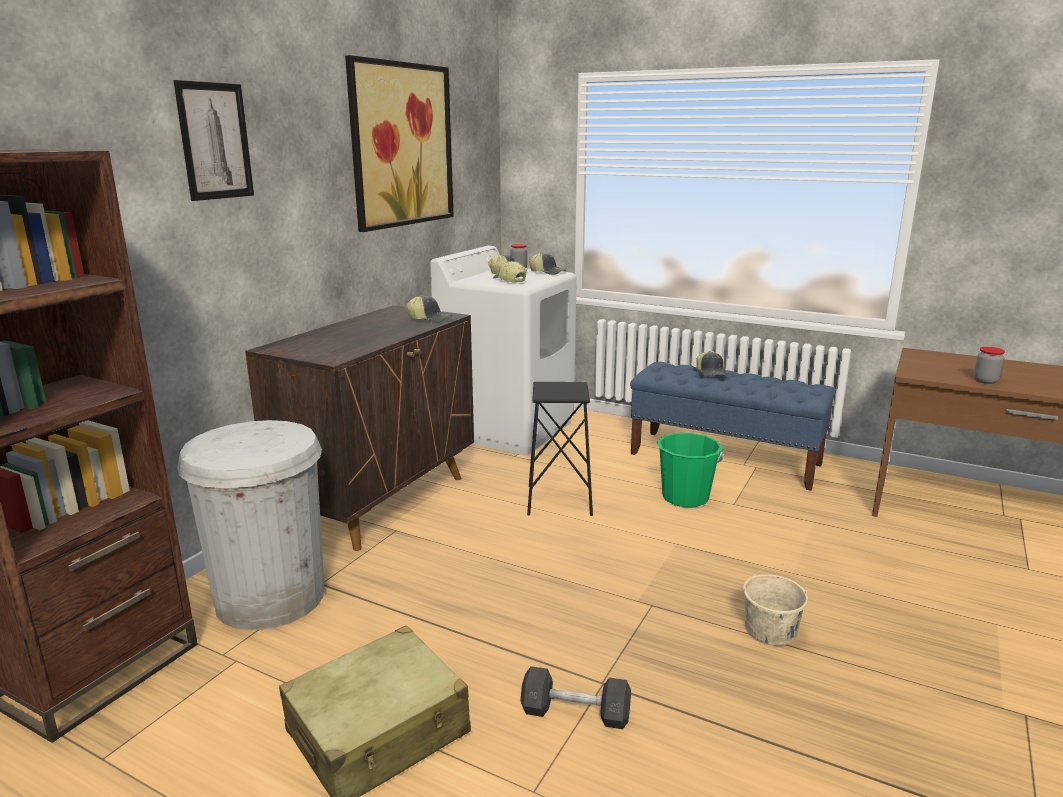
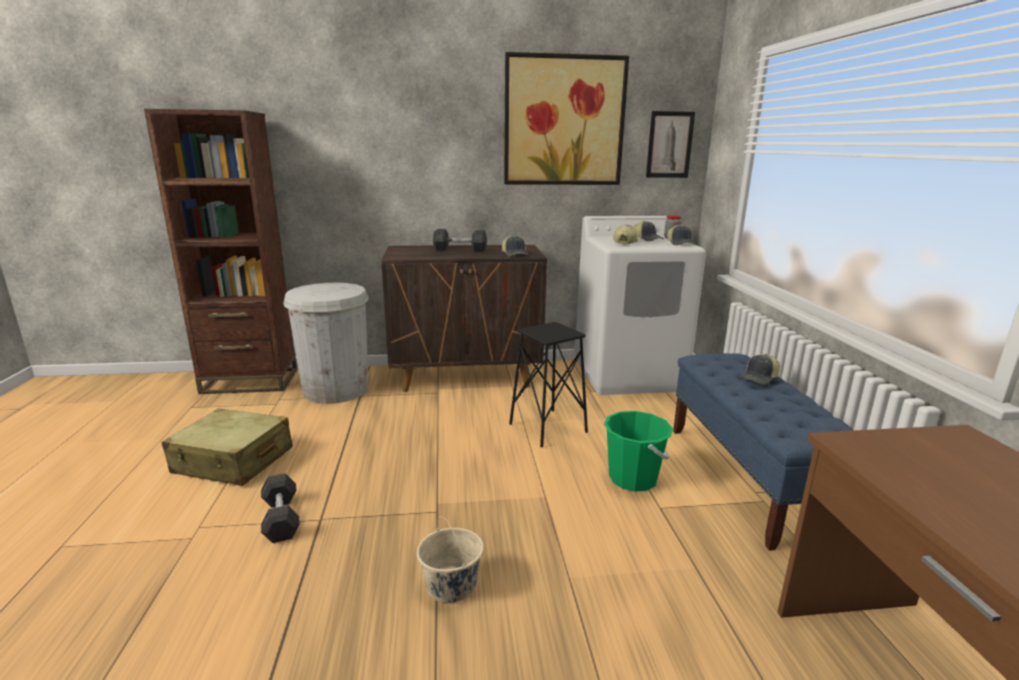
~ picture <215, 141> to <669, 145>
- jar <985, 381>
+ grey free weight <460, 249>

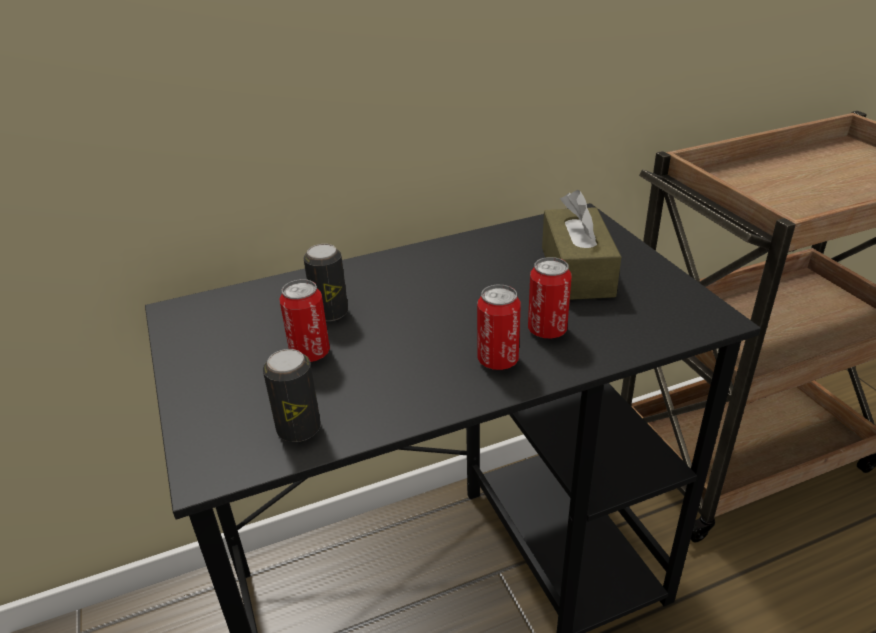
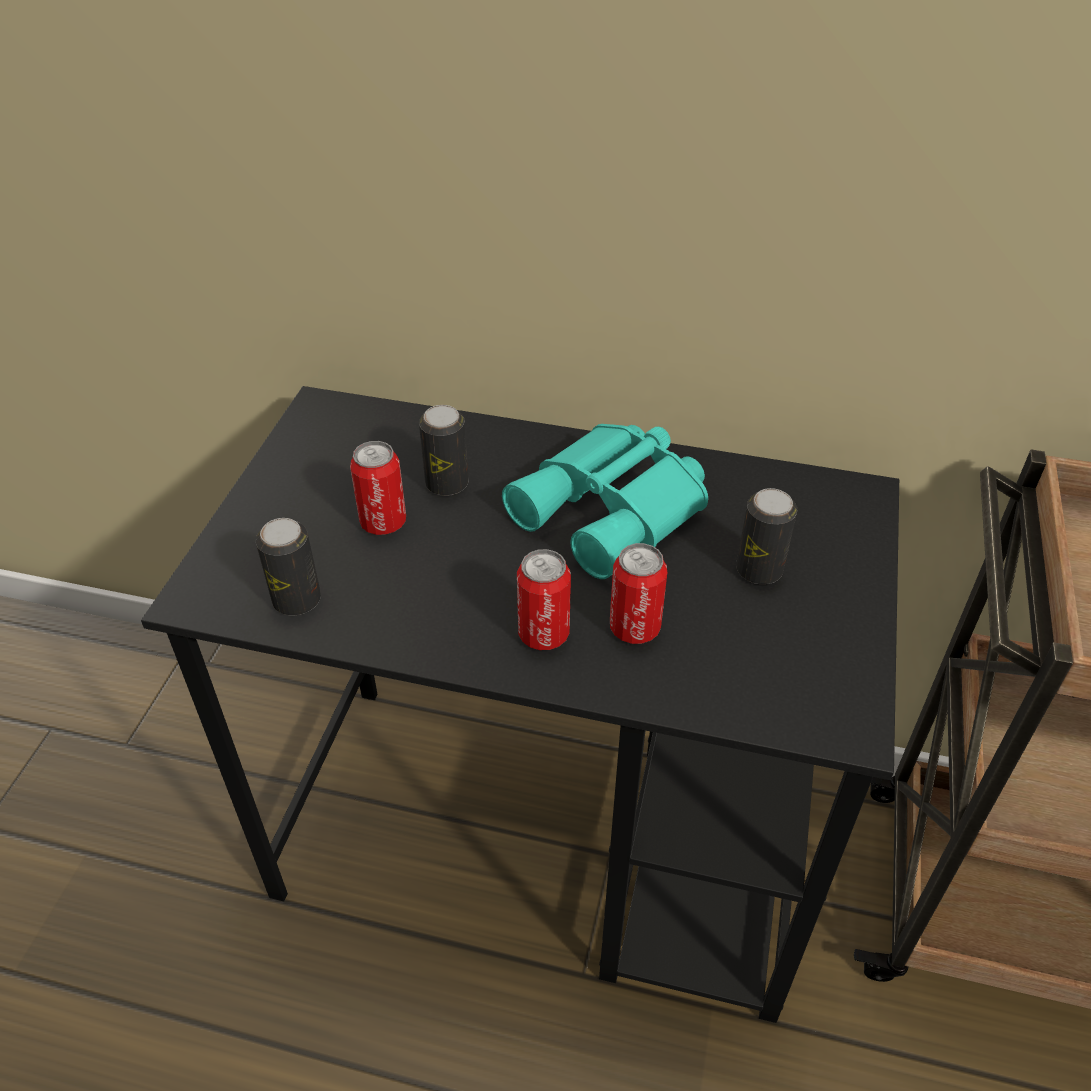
~ brownish tissue holder <577, 271> to sealed can <759, 570>
+ blue-green pair of binoculars <615, 510>

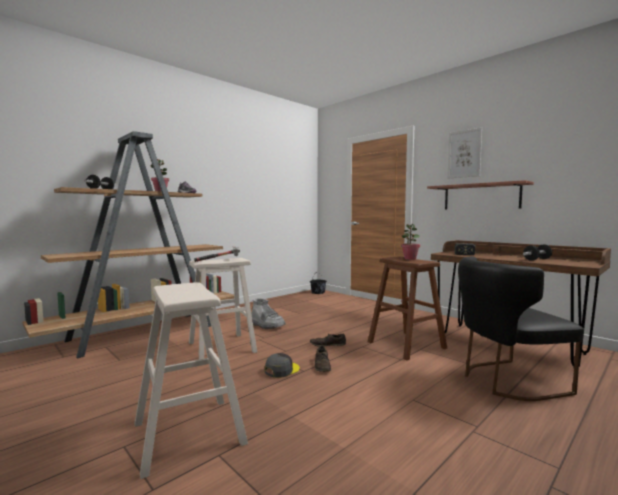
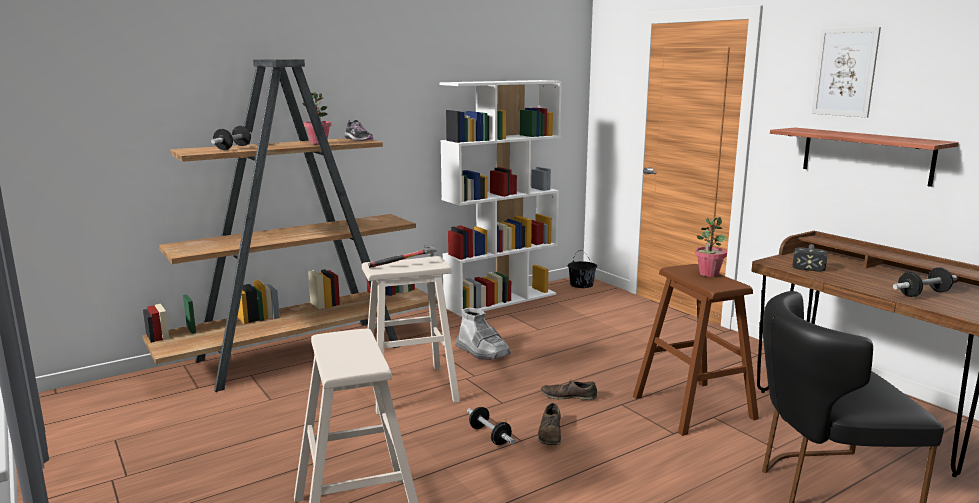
~ grey baseball cap <281, 370> to free weight <490, 436>
+ whitish shelving unit <501, 300>

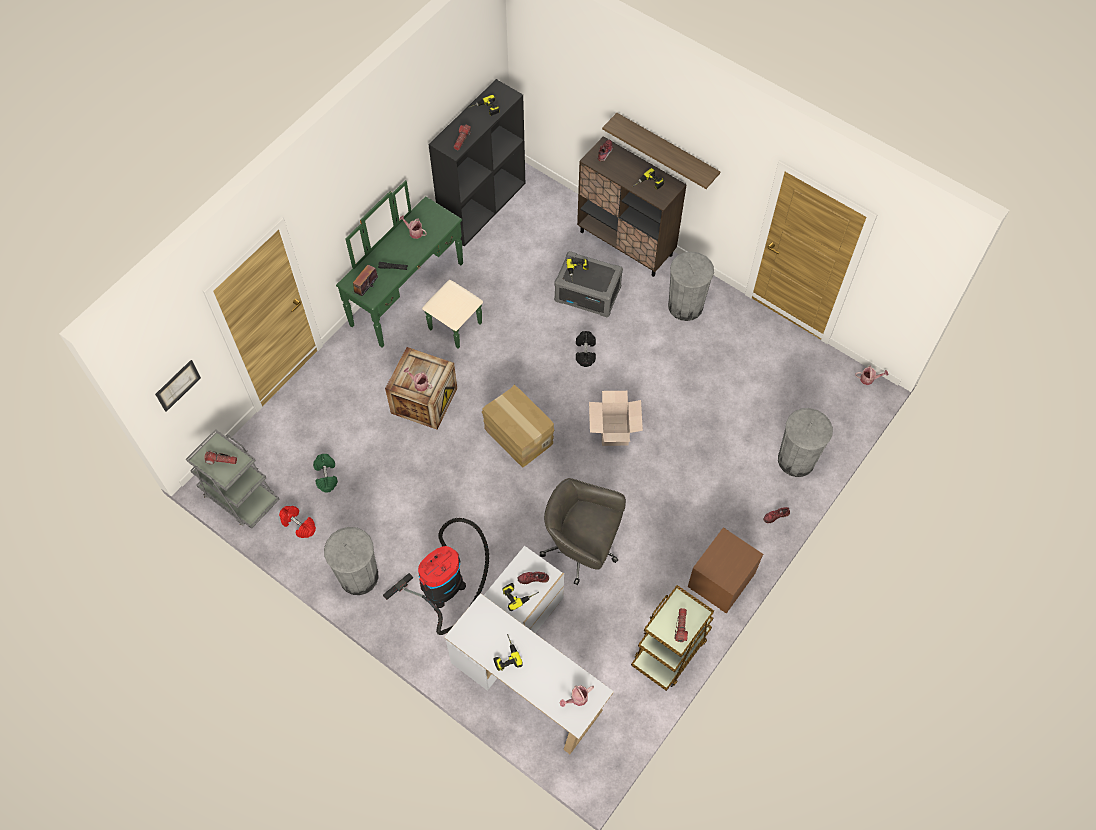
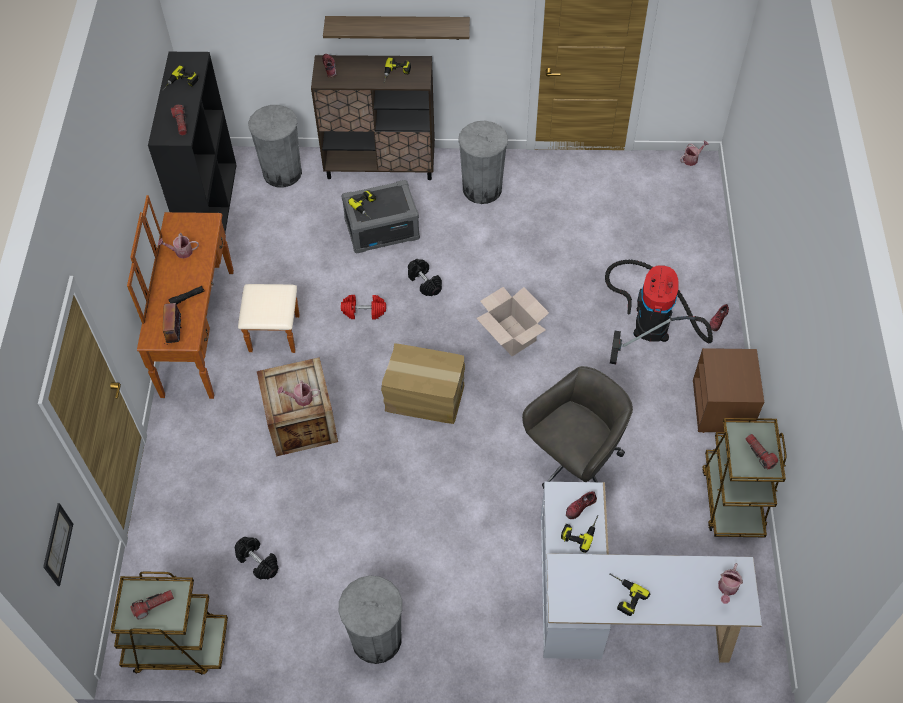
~ grey cart <240, 496> to brownish cart <176, 645>
~ reddish free weight <298, 525> to <364, 312>
~ green free weight <326, 476> to black-coloured free weight <258, 561>
~ green chest of drawers <418, 301> to brownish chest of drawers <216, 331>
~ vacuum <446, 582> to <651, 319>
~ grey desk chair <582, 548> = <574, 461> 150 degrees clockwise
~ grey trash can <796, 460> to <282, 172>

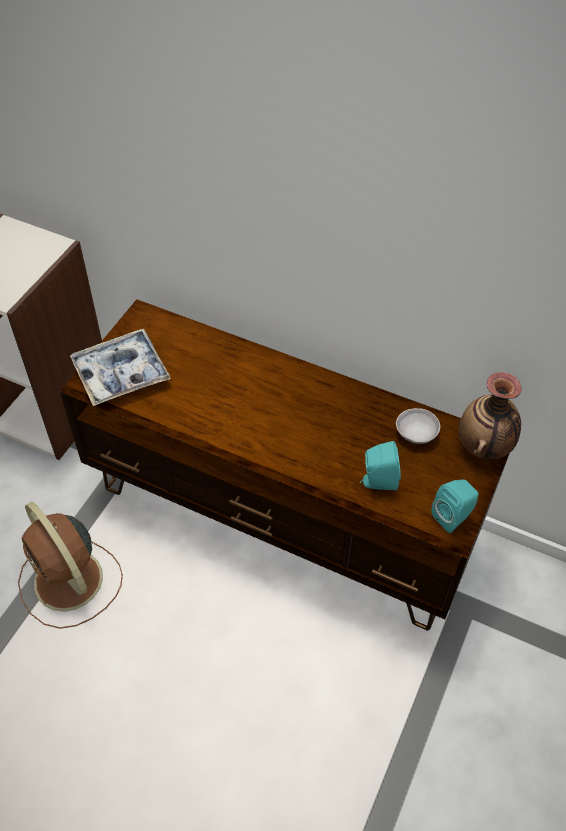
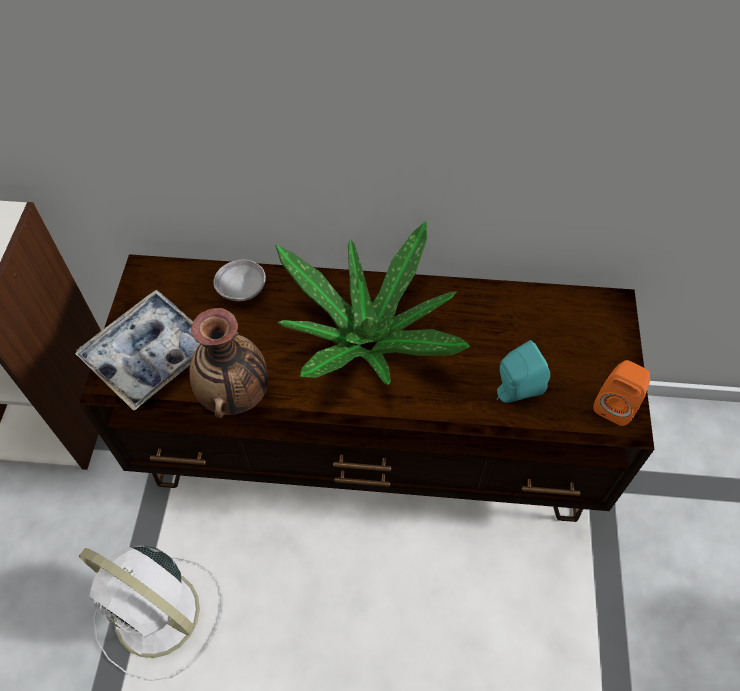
~ brownish electric fan <70, 582> to whitish electric fan <160, 615>
~ grey serving bowl <416, 434> to <242, 290>
~ blue-green audio speaker <453, 516> to orangey audio speaker <615, 404>
~ vase <484, 447> to <236, 395>
+ potted plant <368, 338>

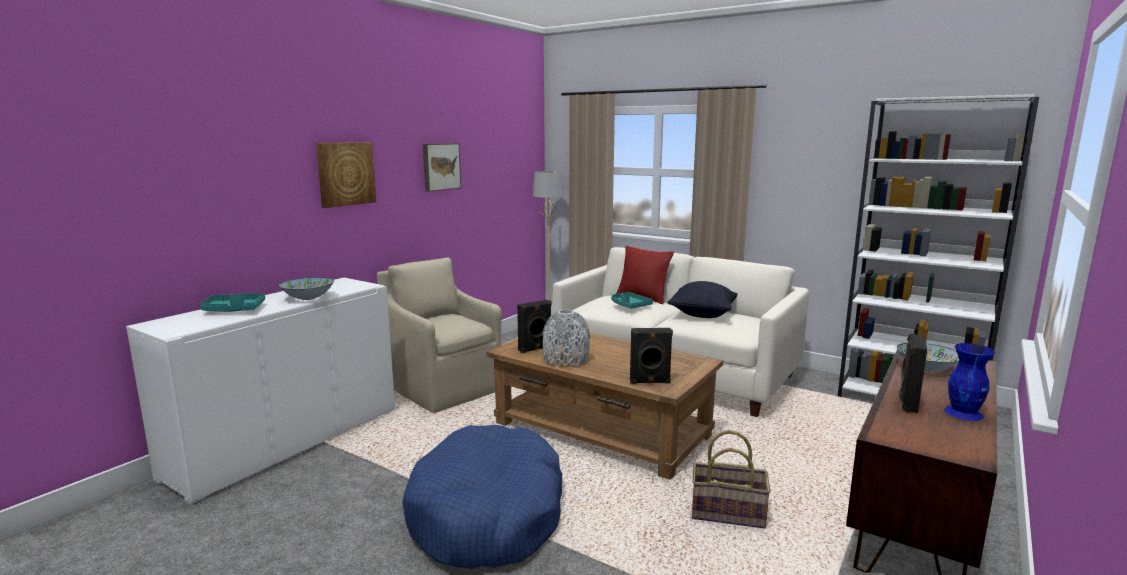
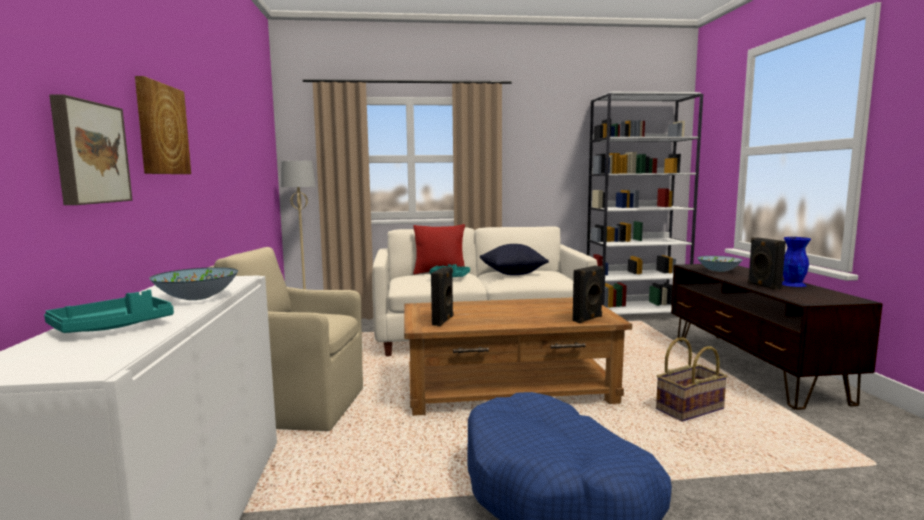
~ picture <440, 166> to <88, 153>
- grey vase <566, 359>

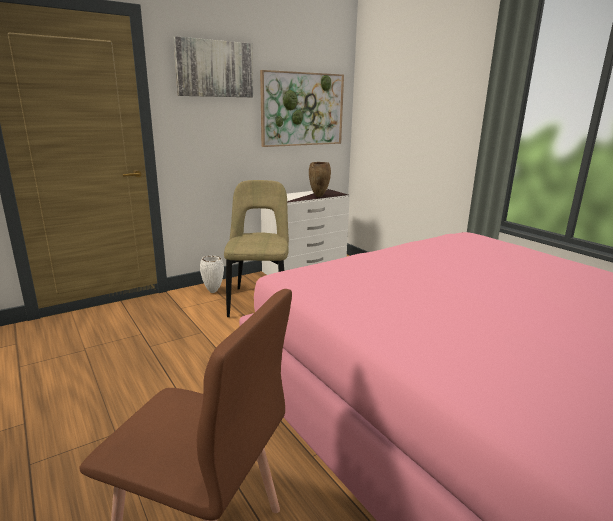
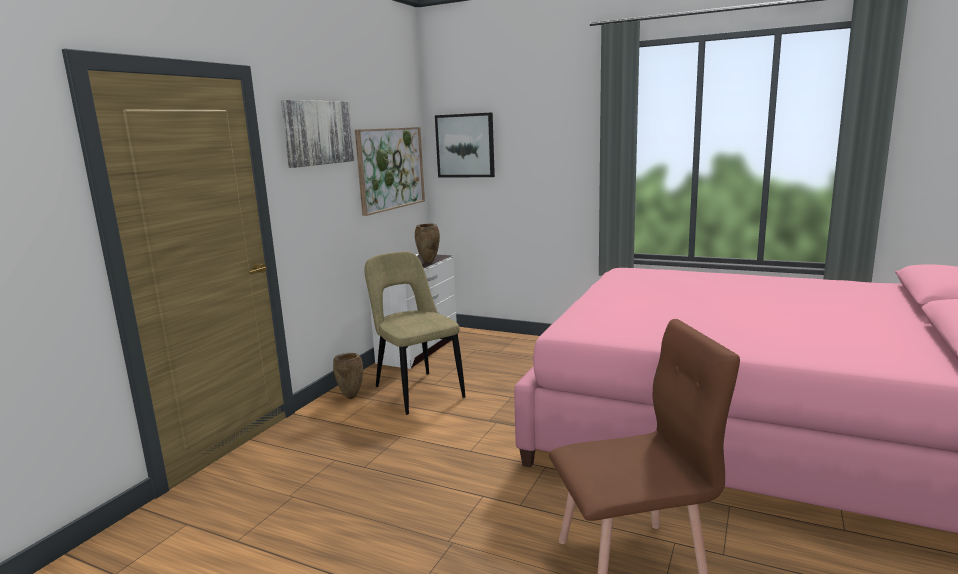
~ whitish vase <213, 291> to brownish vase <351, 397>
+ picture <465, 145>

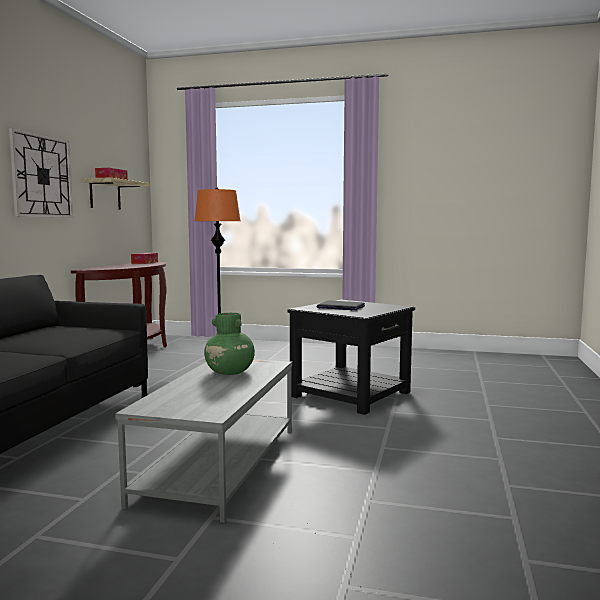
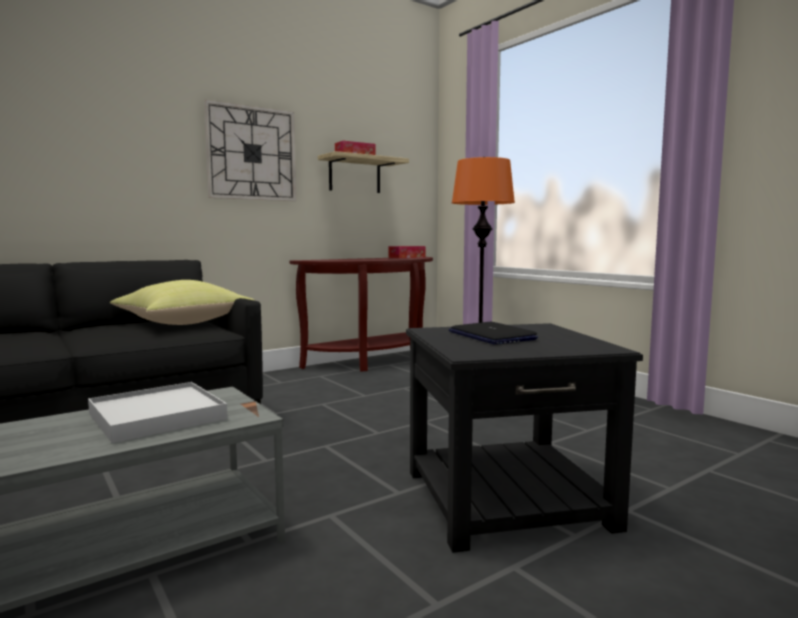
~ green vase <230, 372> to whitish tray <157, 416>
+ yellow-coloured throw pillow <184, 323>

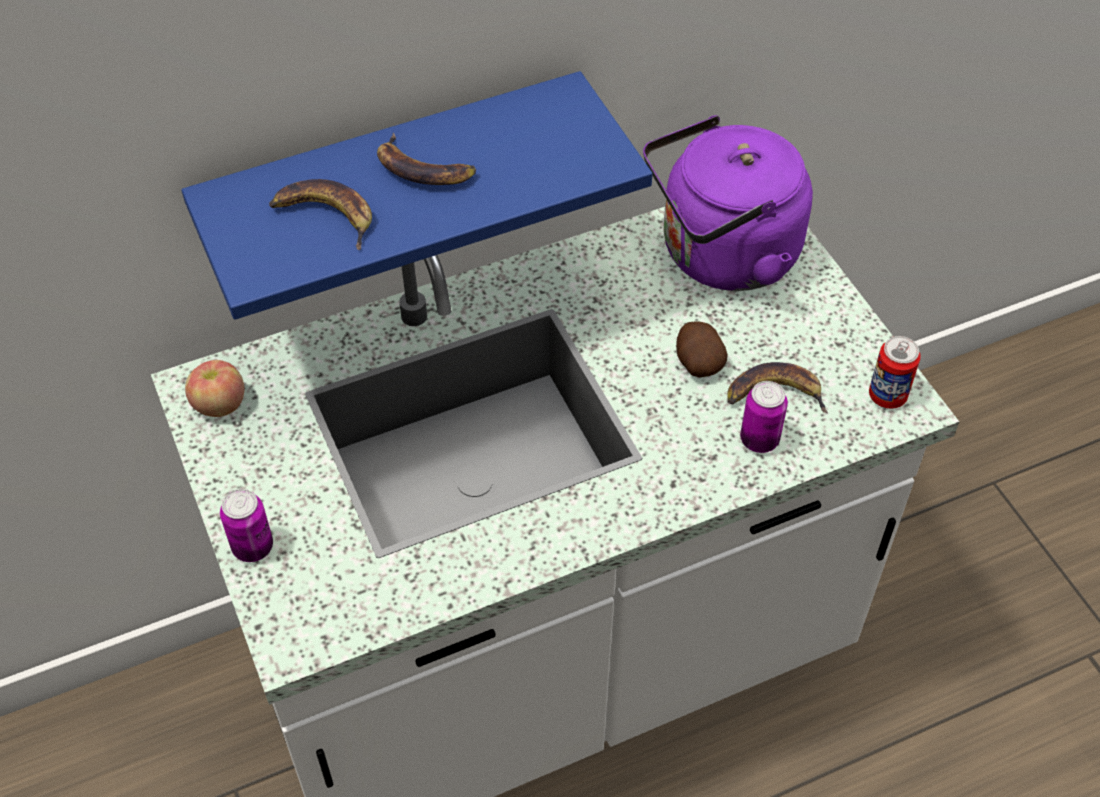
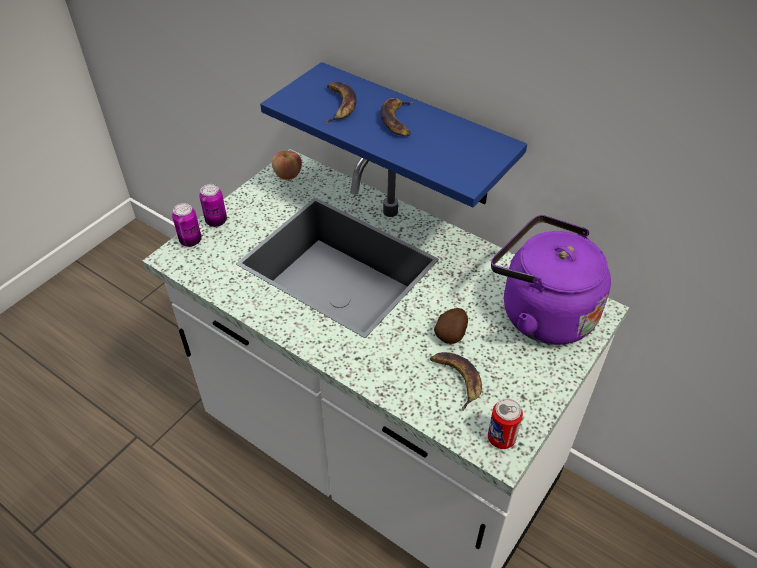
~ sealed can <759, 440> to <190, 241>

